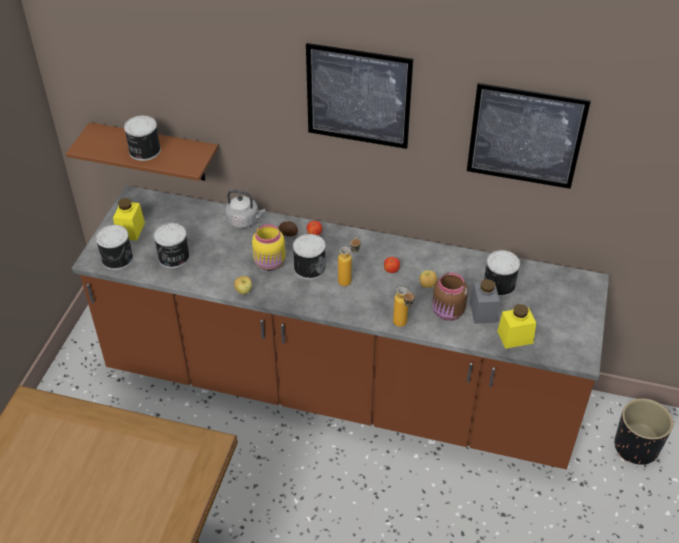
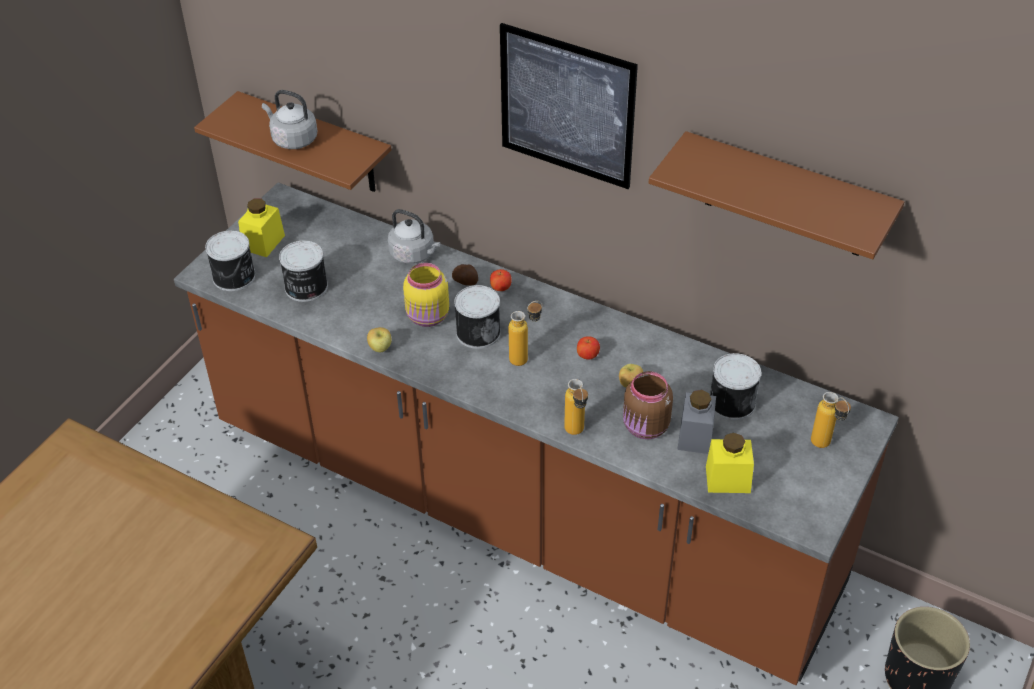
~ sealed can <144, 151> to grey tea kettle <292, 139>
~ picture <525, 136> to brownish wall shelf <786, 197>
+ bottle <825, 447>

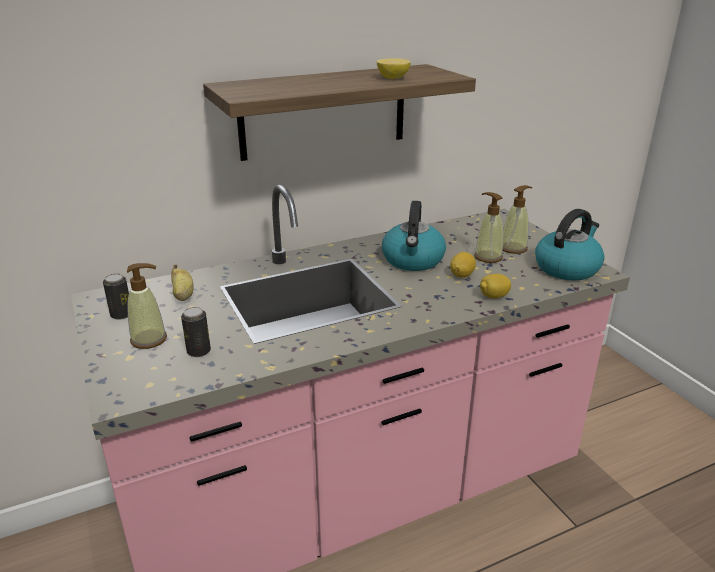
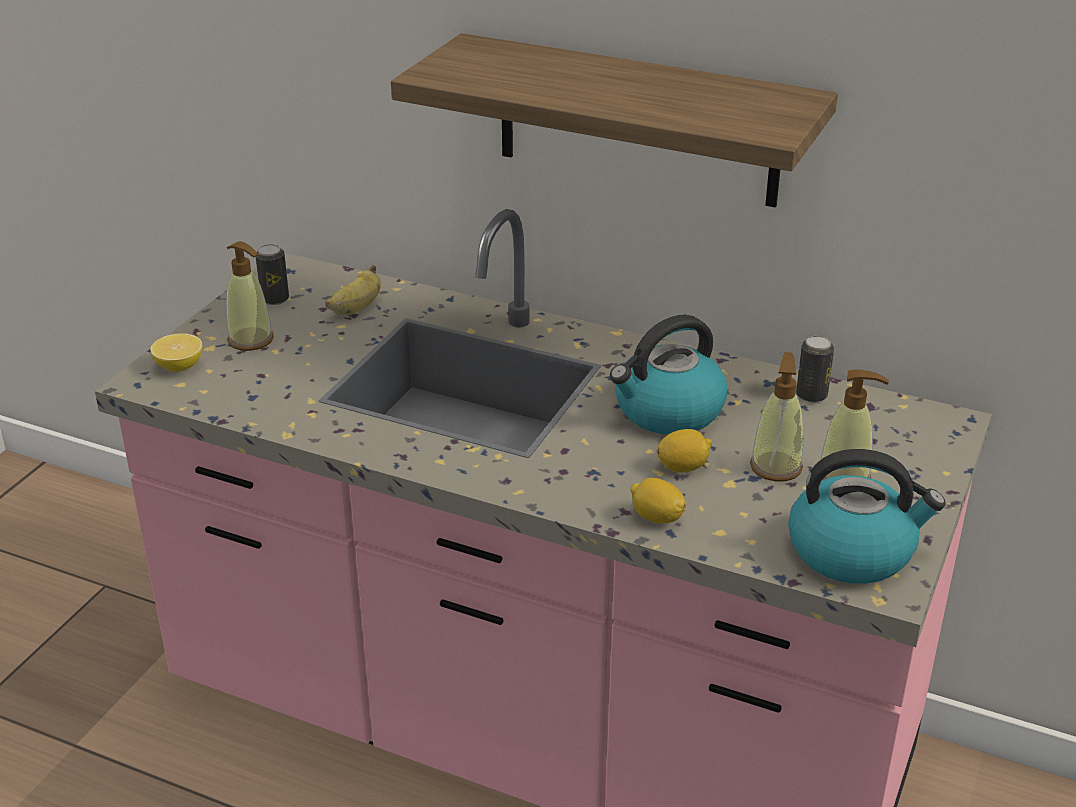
~ sealed can <199, 351> to <811, 395>
~ whole lemon <393, 78> to <179, 367>

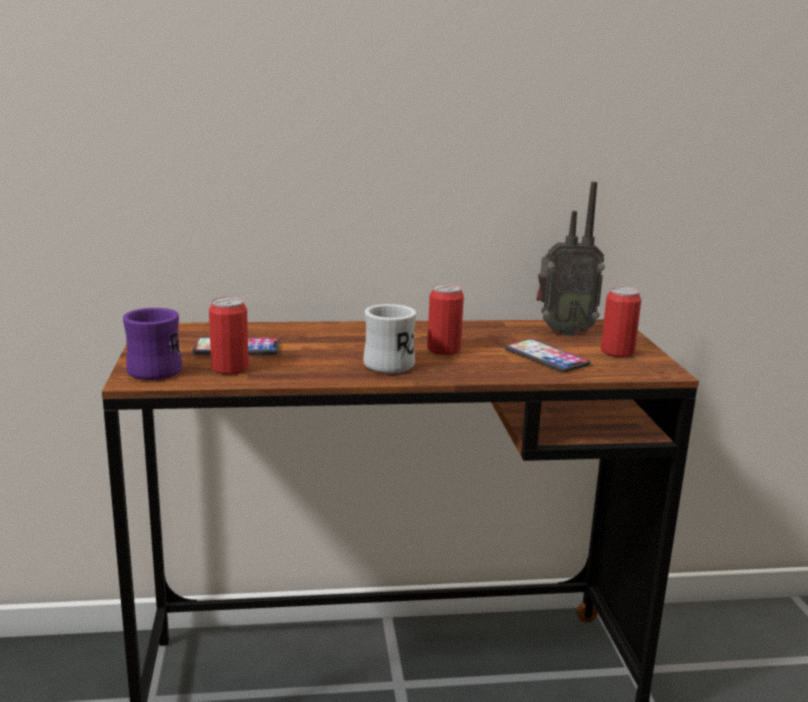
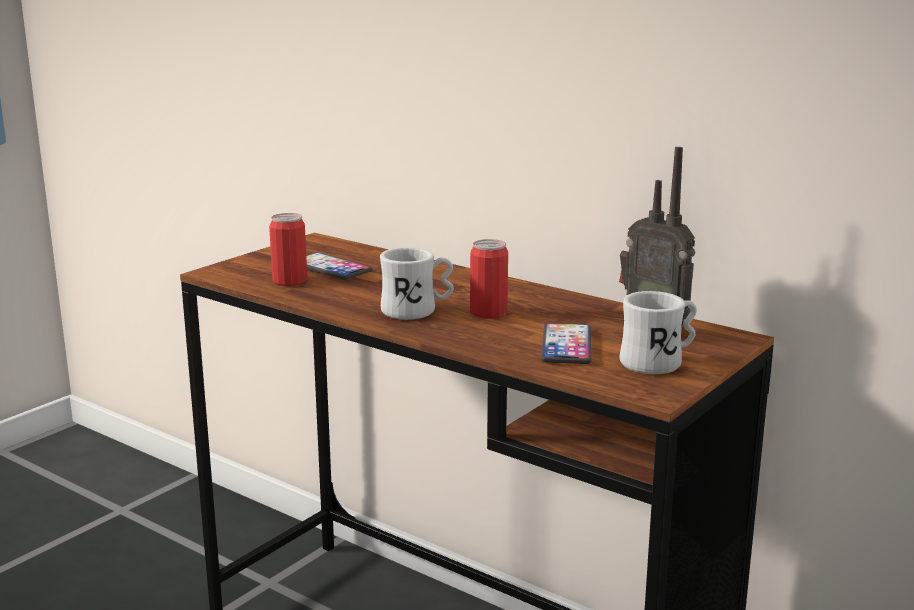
- purplish coffee mug <156, 368>
~ sealed can <617, 351> to whitish coffee mug <659, 362>

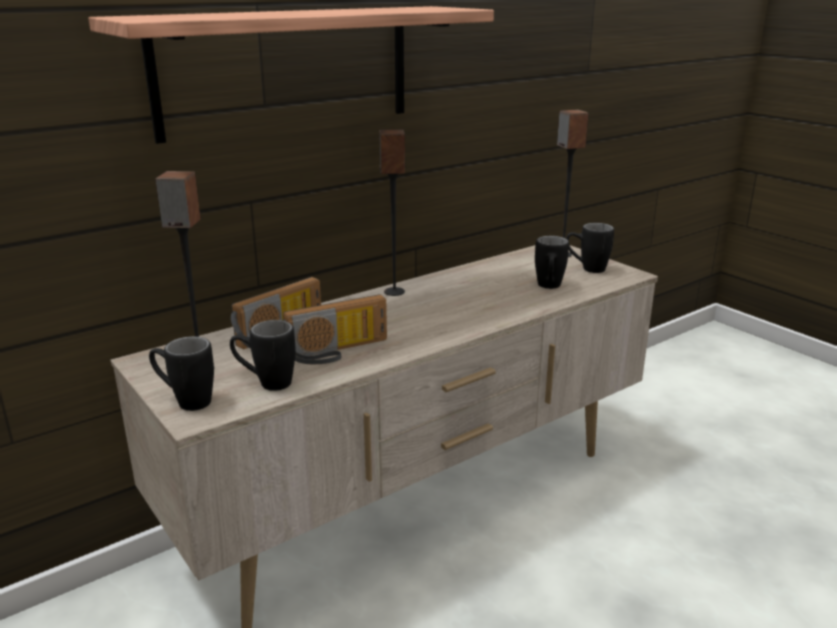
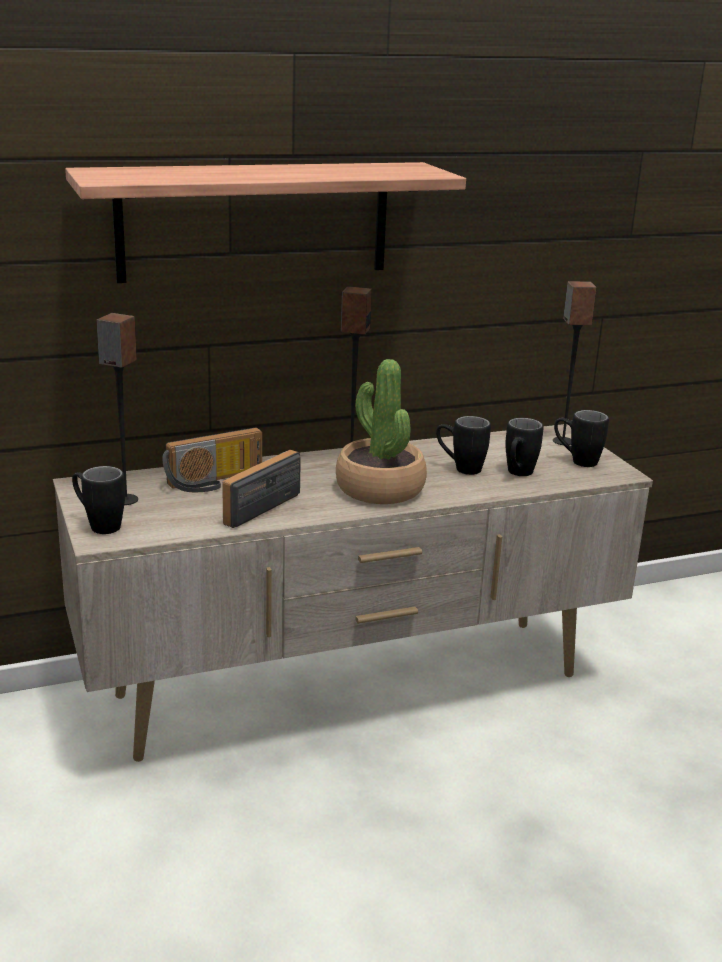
~ black-coloured coffee mug <265, 383> to <460, 468>
~ radio <337, 352> = <257, 504> 135 degrees clockwise
+ potted plant <379, 489>

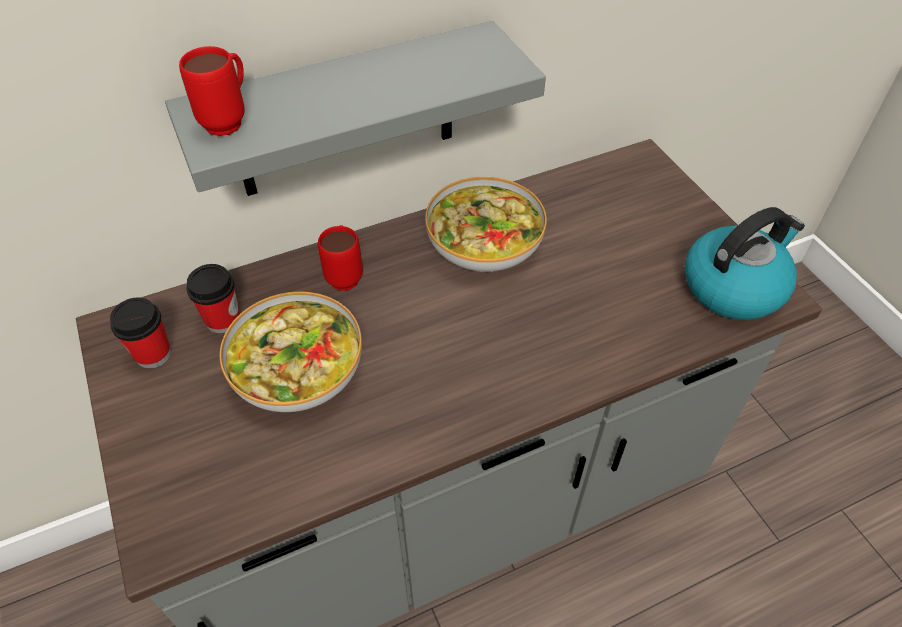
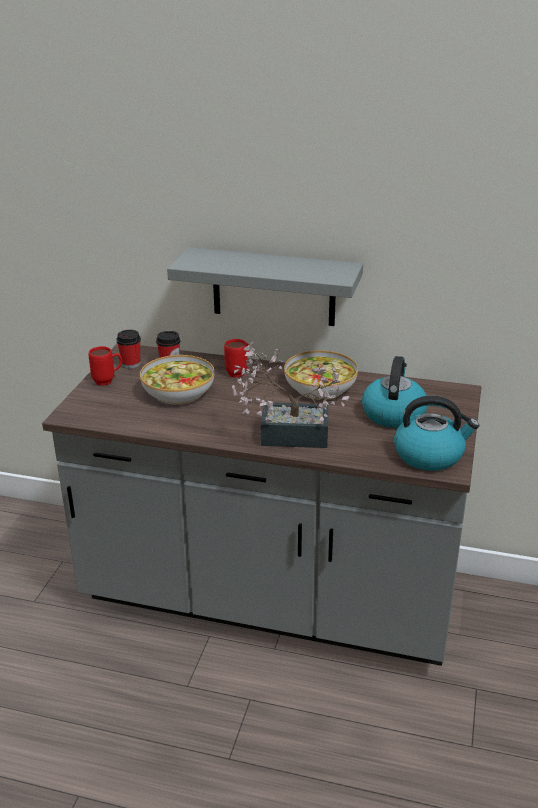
~ reddish coffee mug <230, 120> to <108, 381>
+ potted plant <285, 434>
+ tea kettle <393, 413>

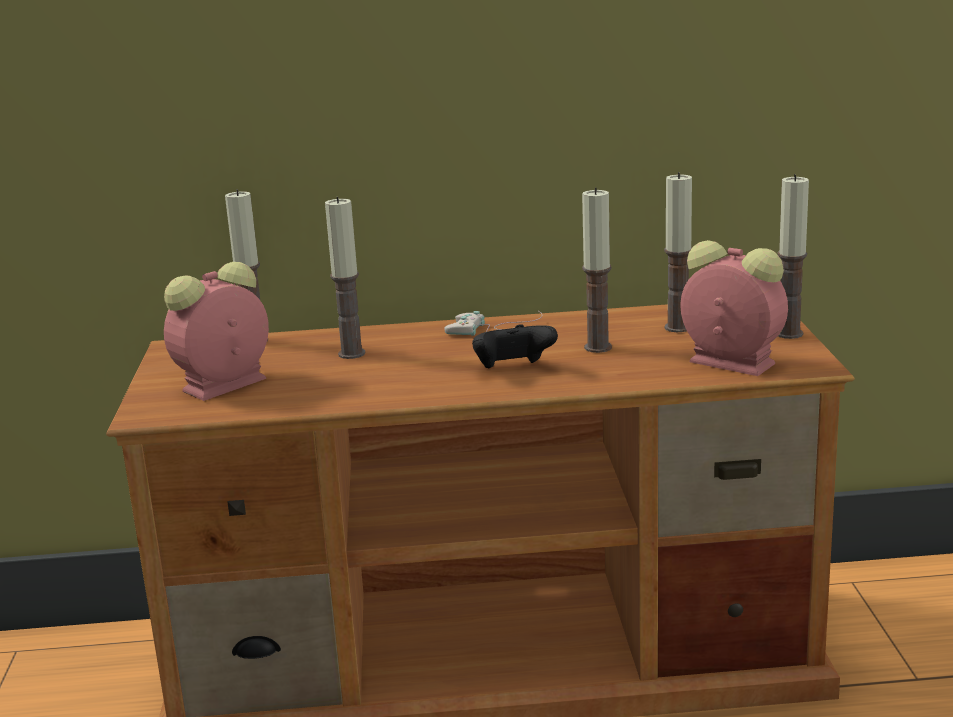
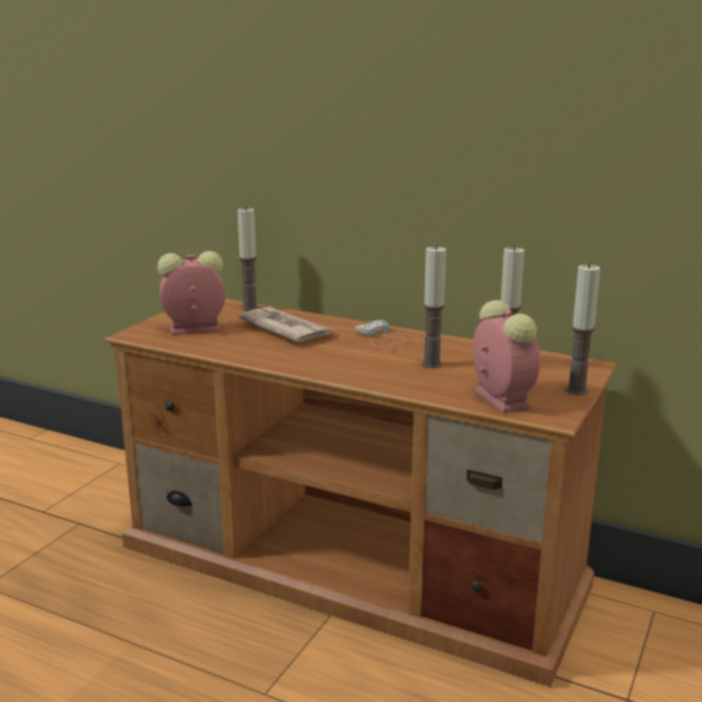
~ wax candle <351, 354> to printed paper <286, 329>
- black-coloured gamepad <513, 369>

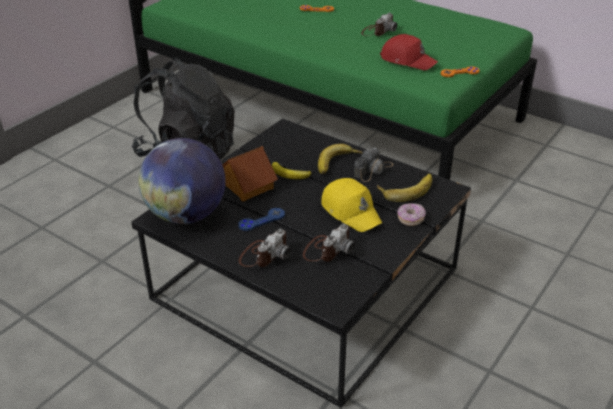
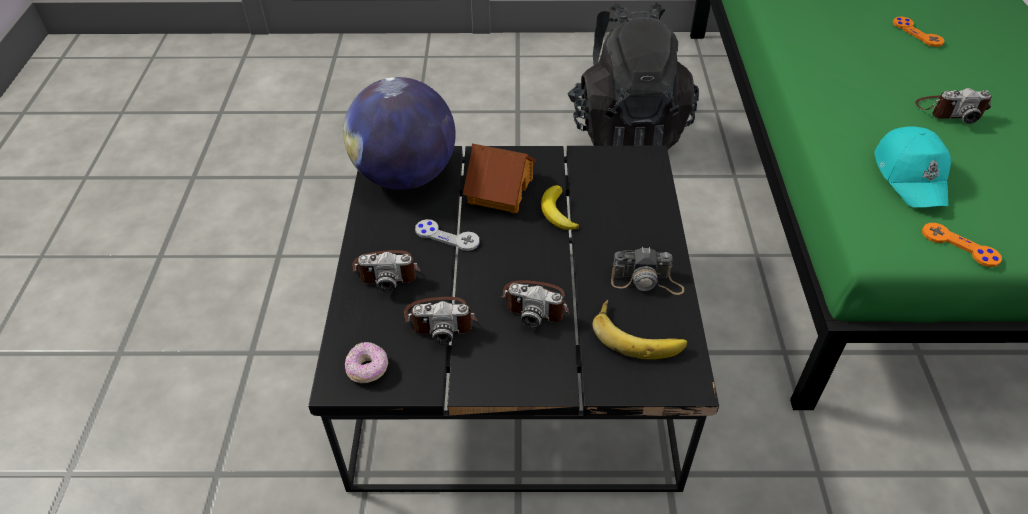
~ blue-coloured gamepad <261, 220> to grey gamepad <447, 236>
- whole banana <338, 164>
~ yellow-coloured baseball cap <351, 211> to photo camera <536, 304>
~ reddish baseball cap <407, 60> to blue-green baseball cap <911, 176>
~ ring doughnut <410, 219> to <368, 369>

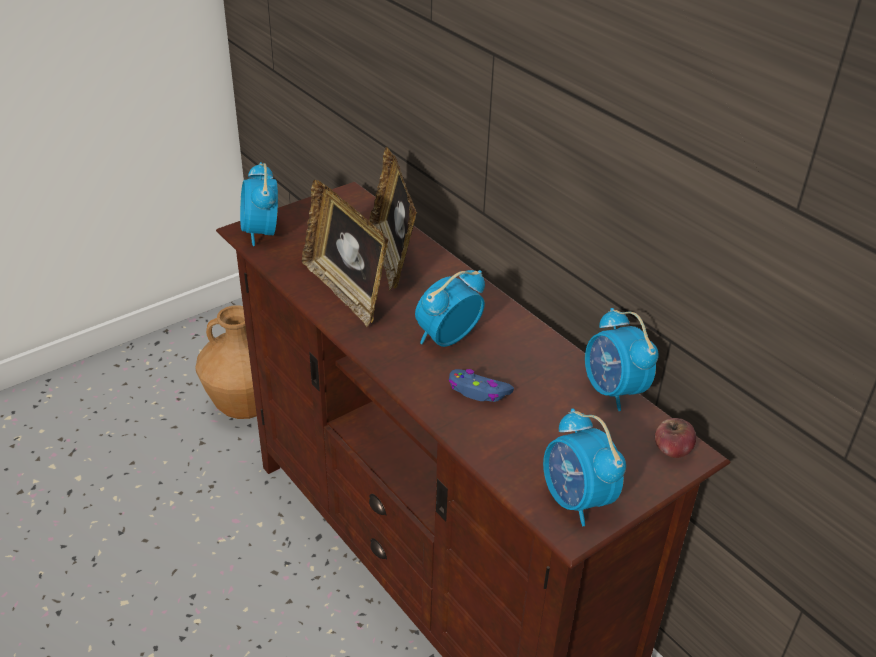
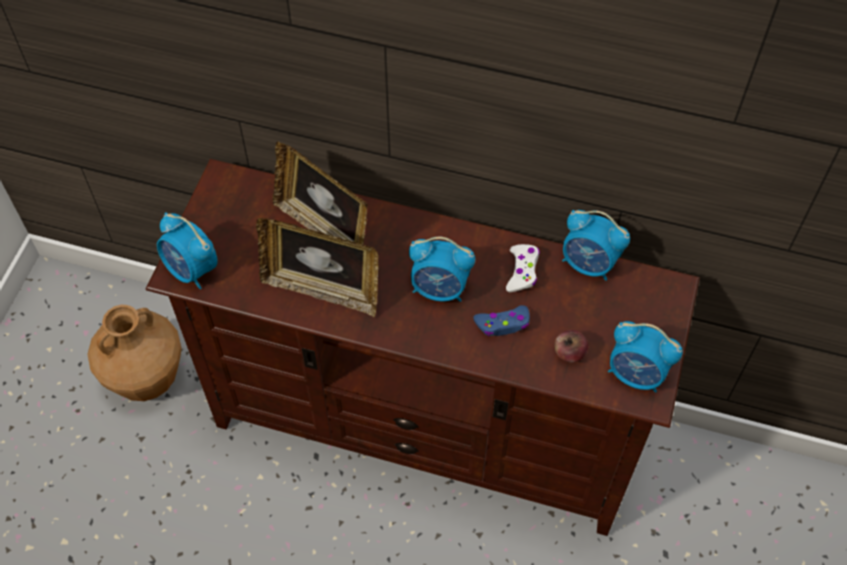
~ table clock <447, 339> = <440, 289> 90 degrees counterclockwise
~ apple <671, 450> to <569, 353>
+ whitish gamepad <522, 271>

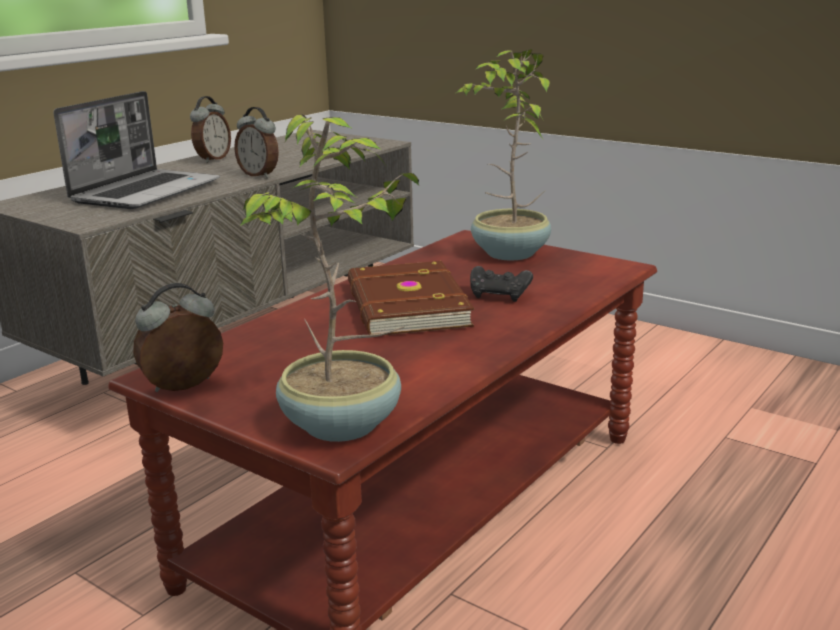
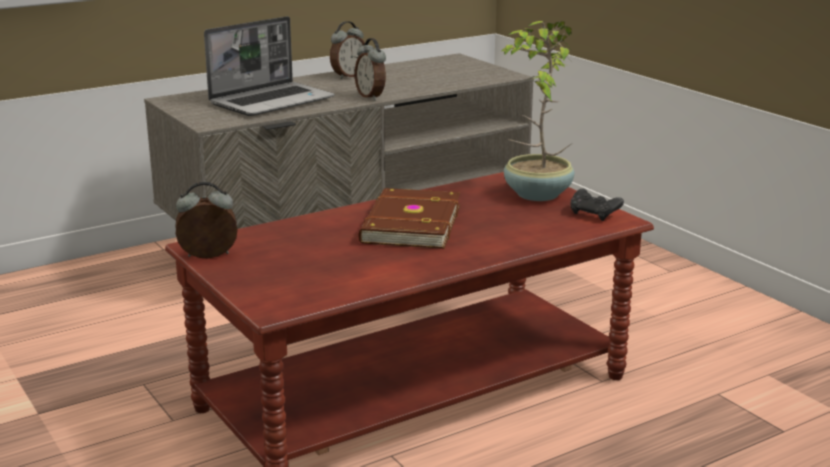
- potted plant <344, 425>
~ black-coloured gamepad <499, 295> to <594, 214>

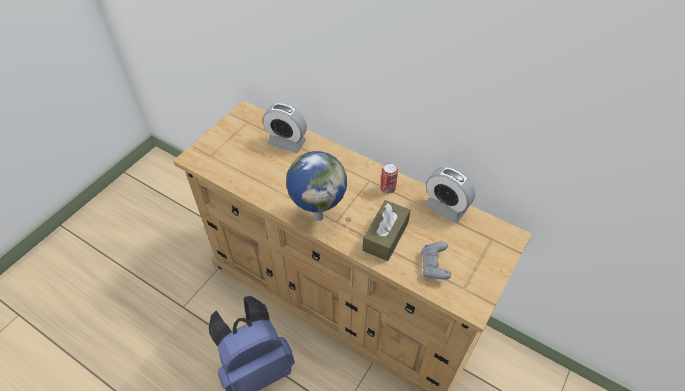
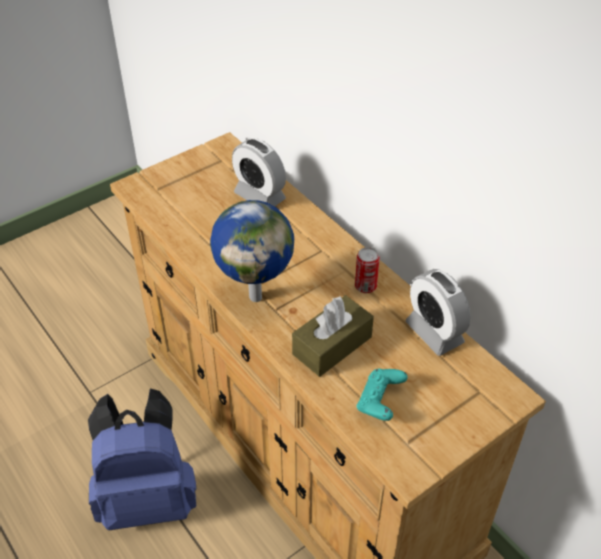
~ grey gamepad <434, 266> to blue-green gamepad <380, 402>

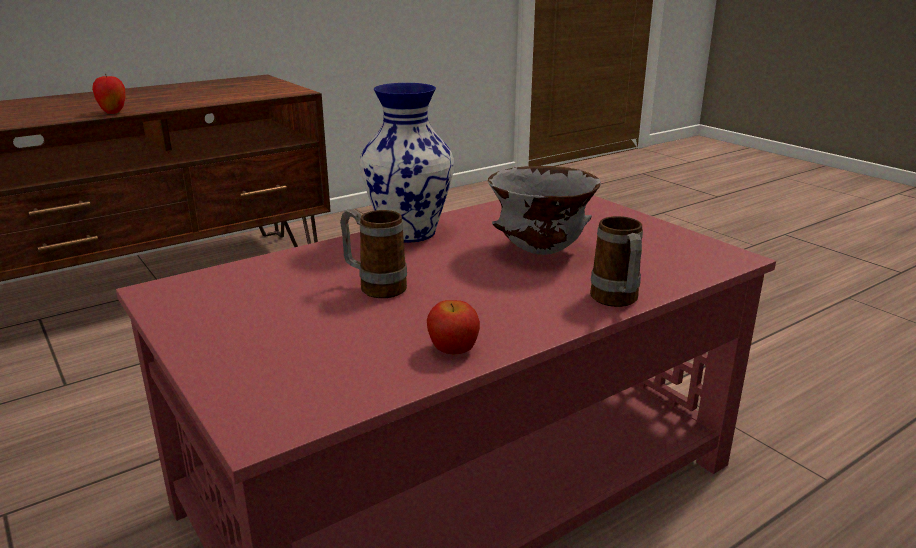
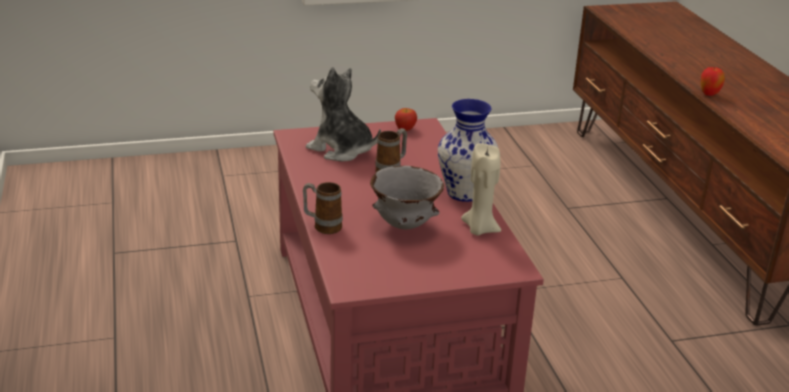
~ apple <452, 349> to <405, 129>
+ soft toy <341, 149>
+ beige wax candle <479, 229>

